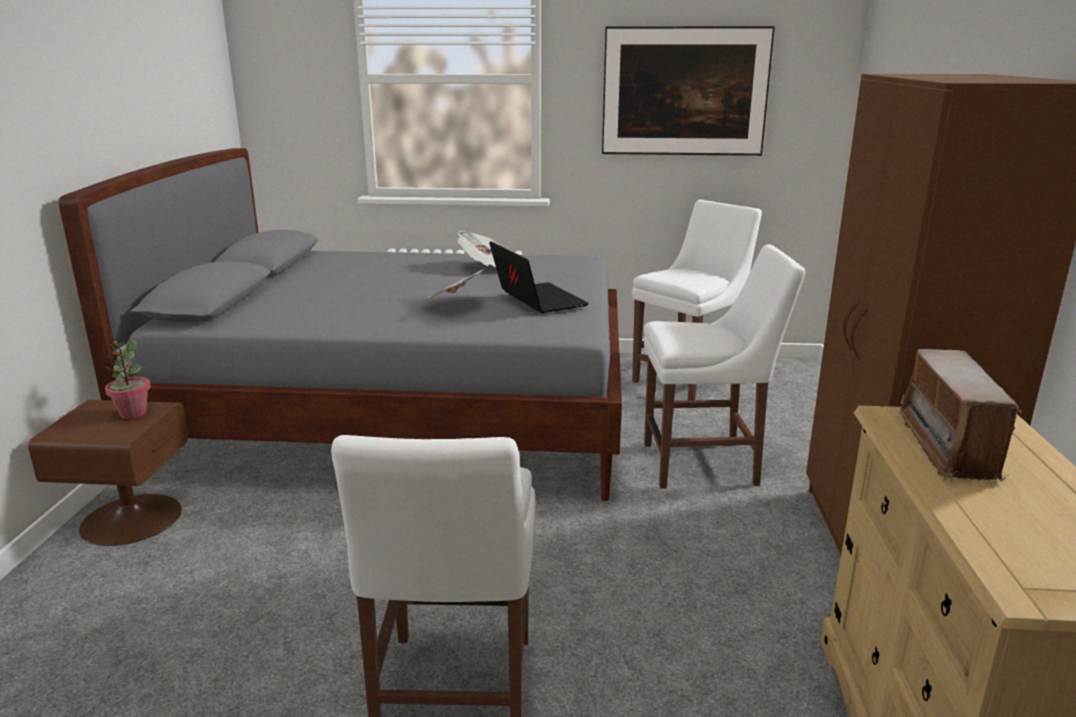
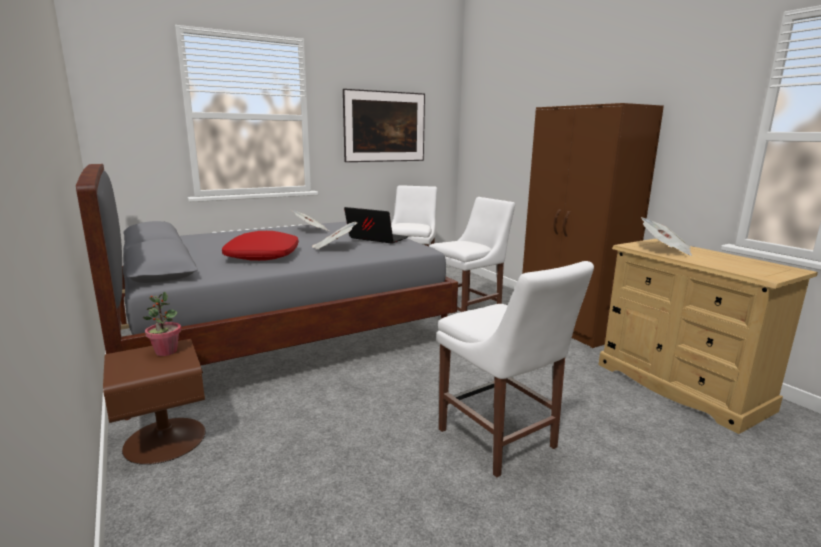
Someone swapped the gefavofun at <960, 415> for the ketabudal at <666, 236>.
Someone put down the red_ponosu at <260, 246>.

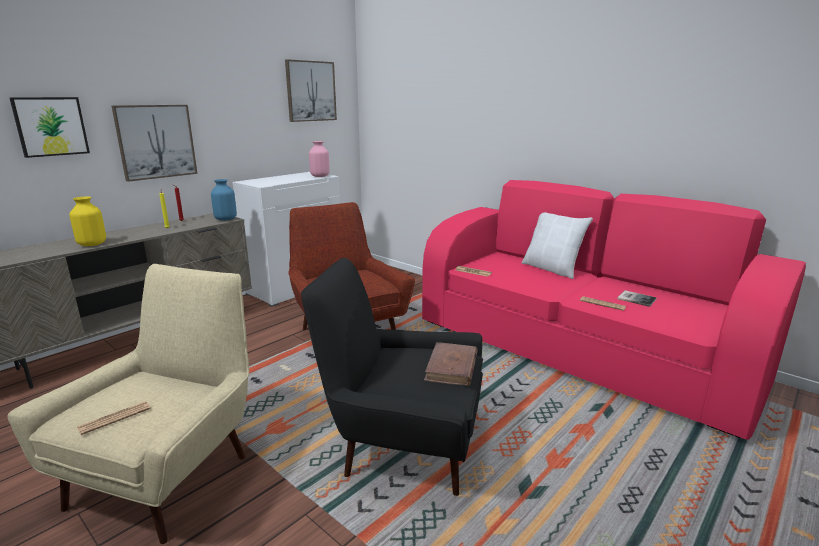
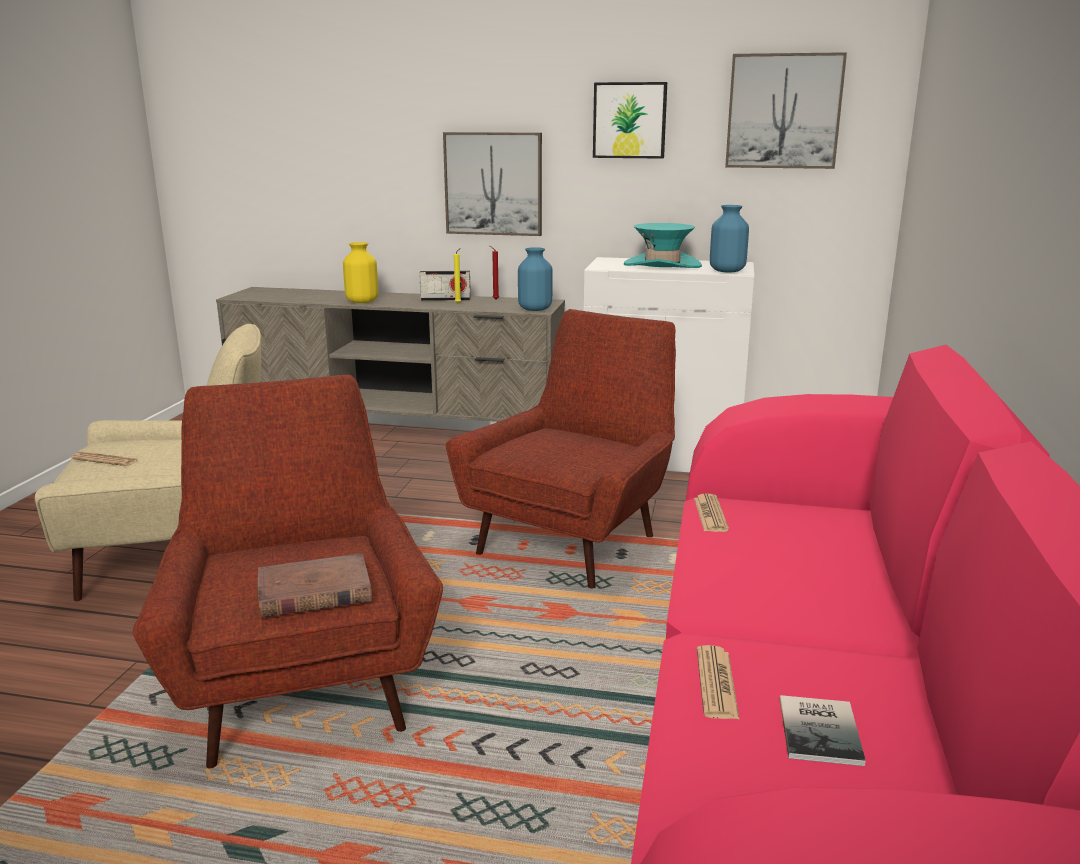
Someone carried the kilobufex from <49, 127> to <630, 120>.
Someone repainted the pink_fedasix at <319, 159>, which became the blue_fedasix at <729, 238>.
Someone took away the white_ponosu at <557, 245>.
Someone repainted the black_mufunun at <392, 377>, which became the red_mufunun at <288, 571>.
Someone put down the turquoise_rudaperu at <663, 245>.
Someone put down the gefavofun at <445, 286>.

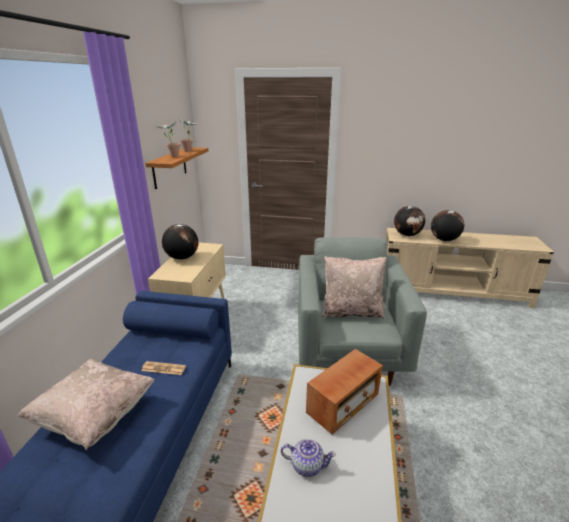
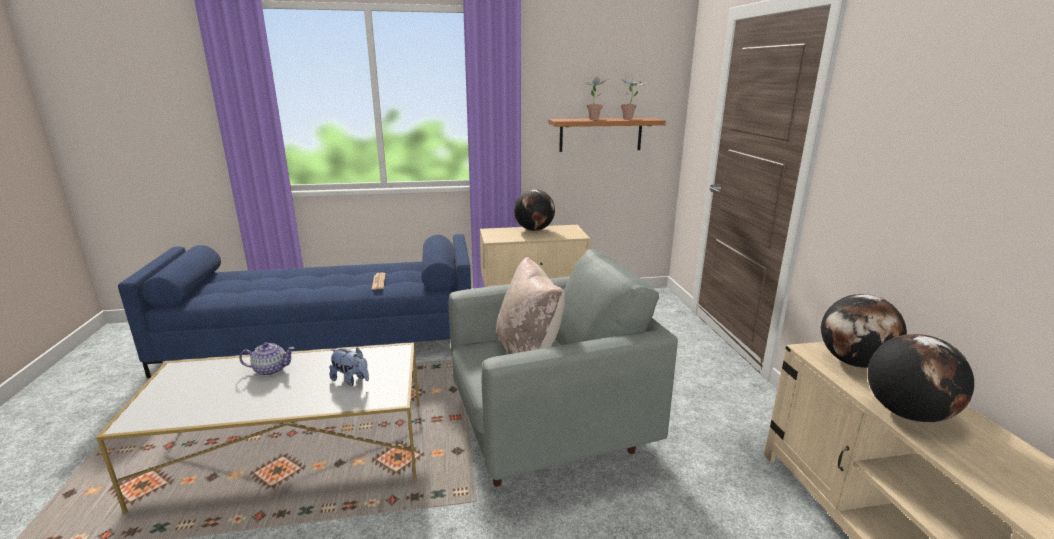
Someone swapped the gefavofun at <344, 392> for the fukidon at <349, 366>.
Someone took away the beige_ponosu at <86, 404>.
Someone rotated the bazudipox at <308, 458> by 90 degrees counterclockwise.

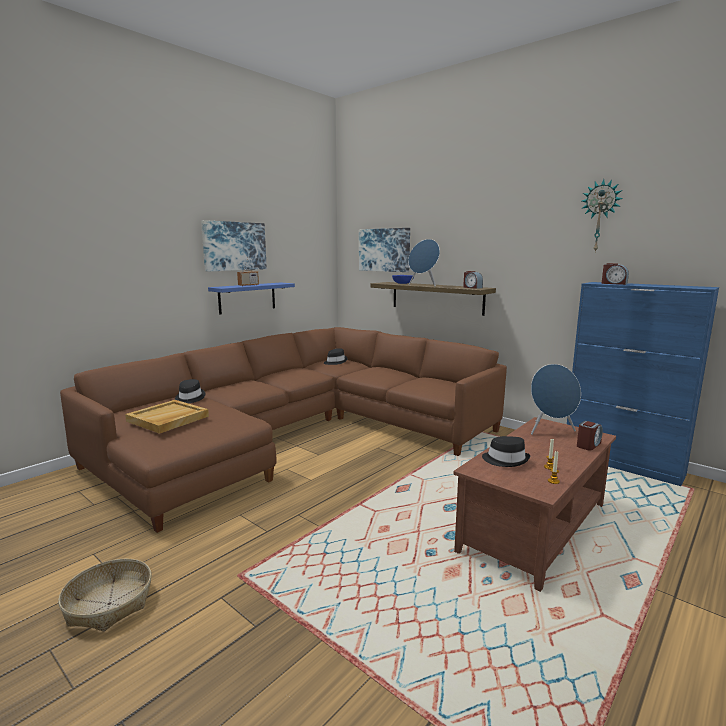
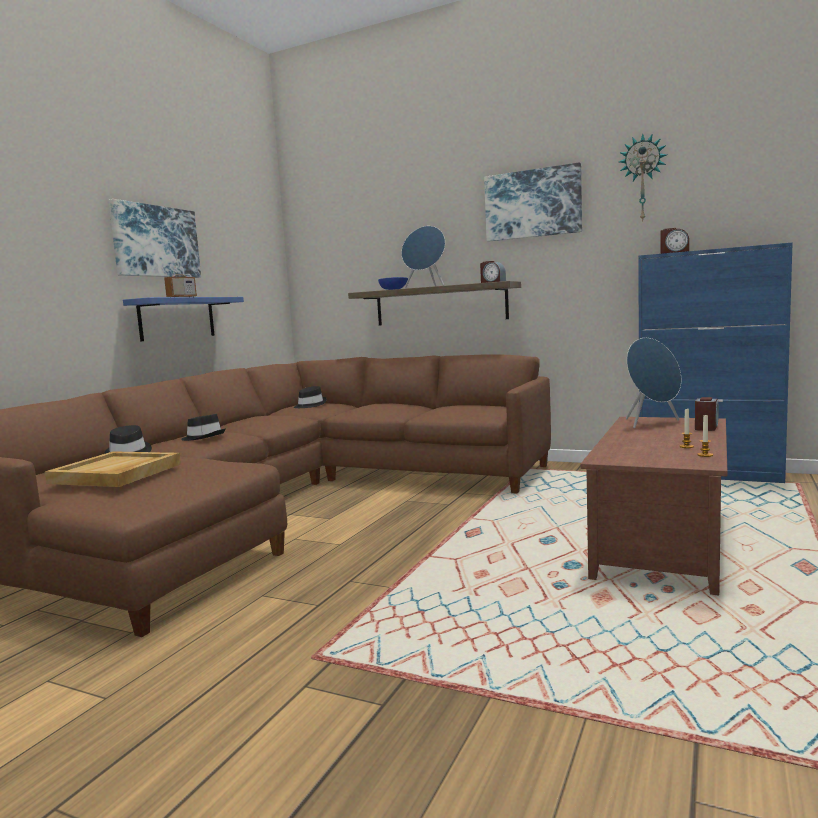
Someone carried the kilobufex from <384, 250> to <533, 202>.
Someone carried the black_rudaperu from <506, 451> to <203, 427>.
Someone took away the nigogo at <105, 595>.

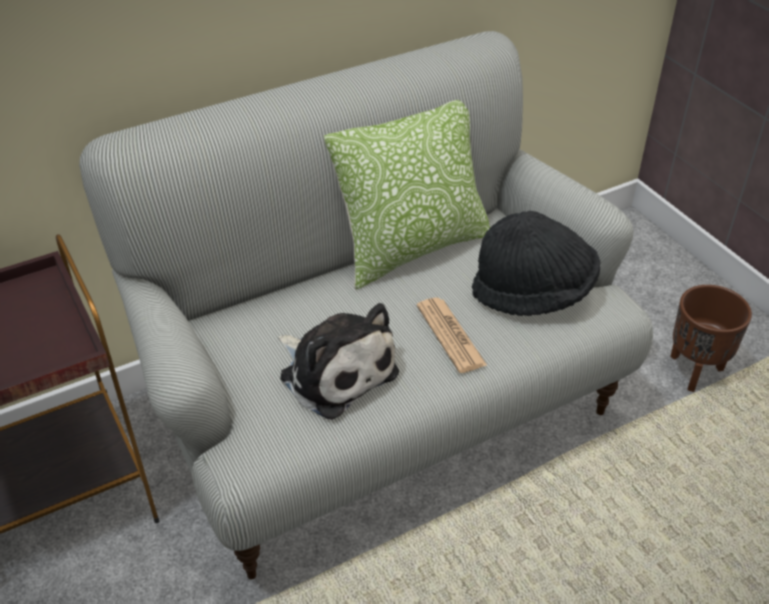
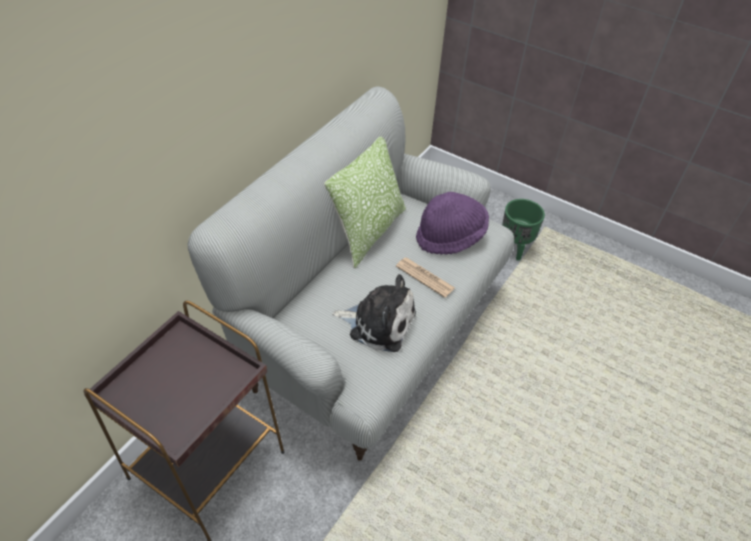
Someone repainted the black_rudaperu at <536, 263>, which became the purple_rudaperu at <452, 223>.
Someone repainted the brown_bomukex at <711, 338>, which became the green_bomukex at <523, 229>.

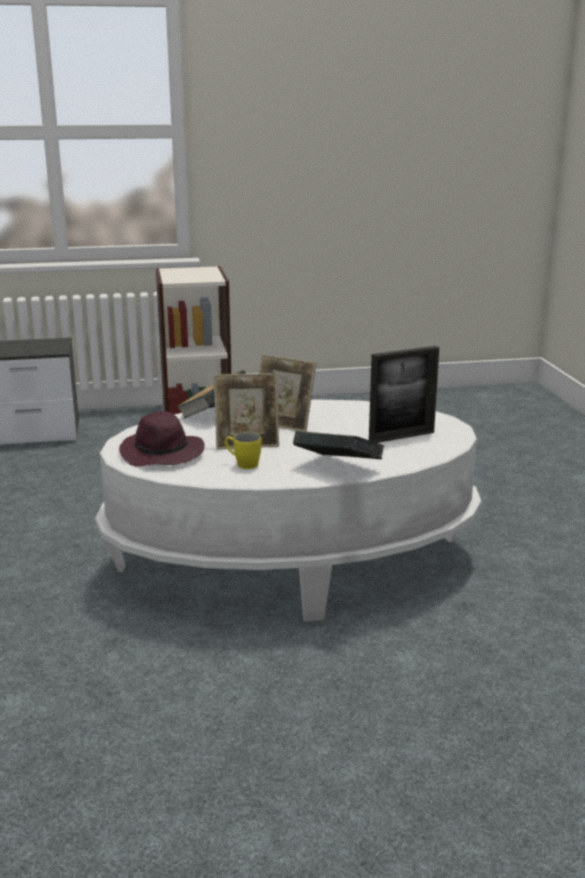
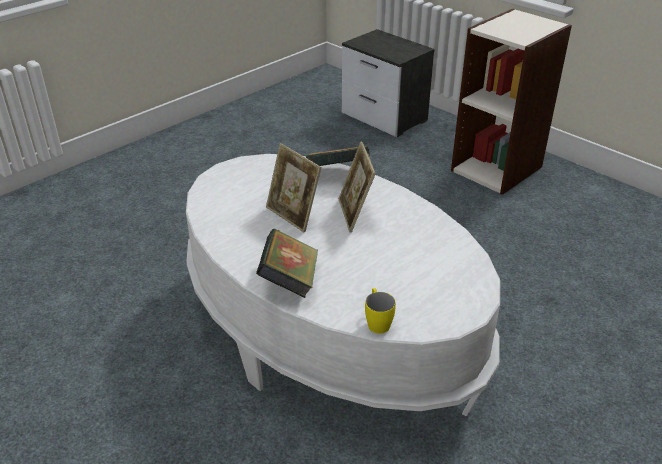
Someone took away the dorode at <404, 394>.
Someone took away the purple_rudaperu at <162, 439>.
Someone carried the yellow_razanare from <243, 450> to <380, 311>.

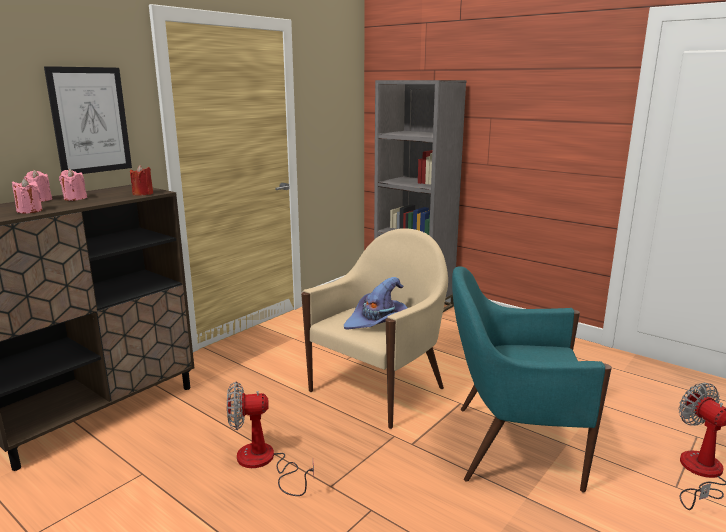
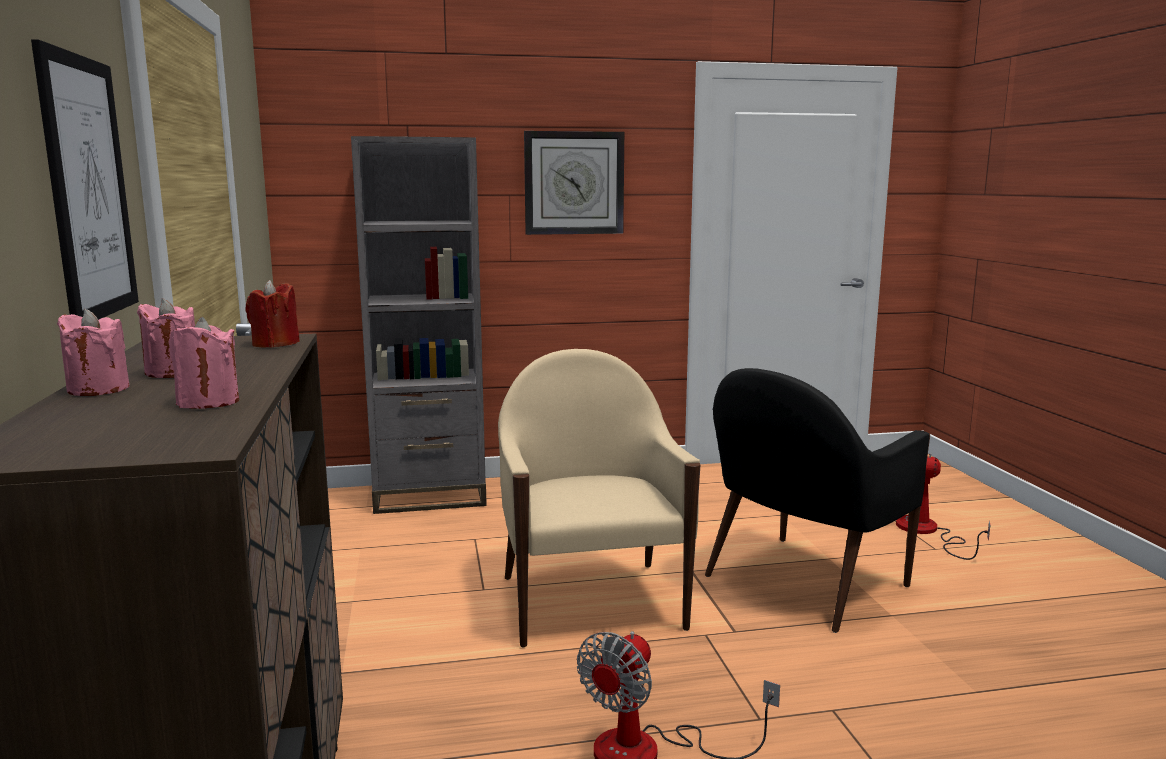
Someone repainted the turquoise_mufunun at <532, 379>, which became the black_mufunun at <817, 500>.
Someone took away the purple_rudaperu at <375, 303>.
Someone put up the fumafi at <574, 183>.

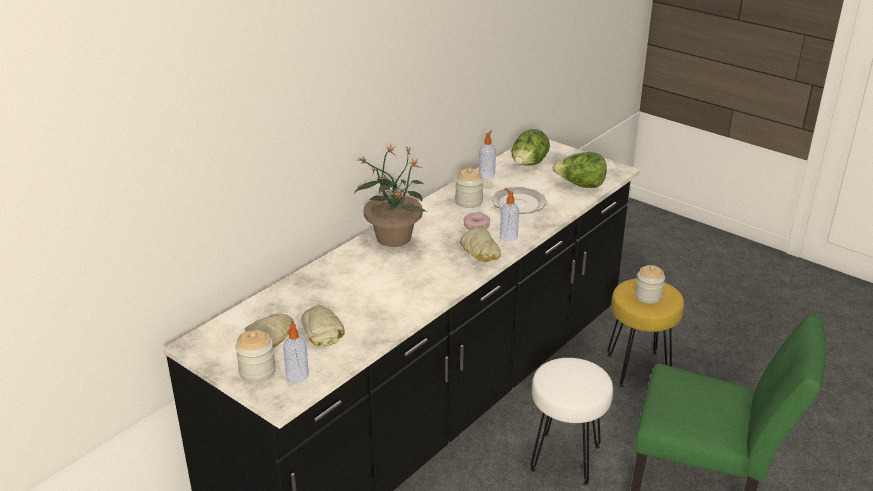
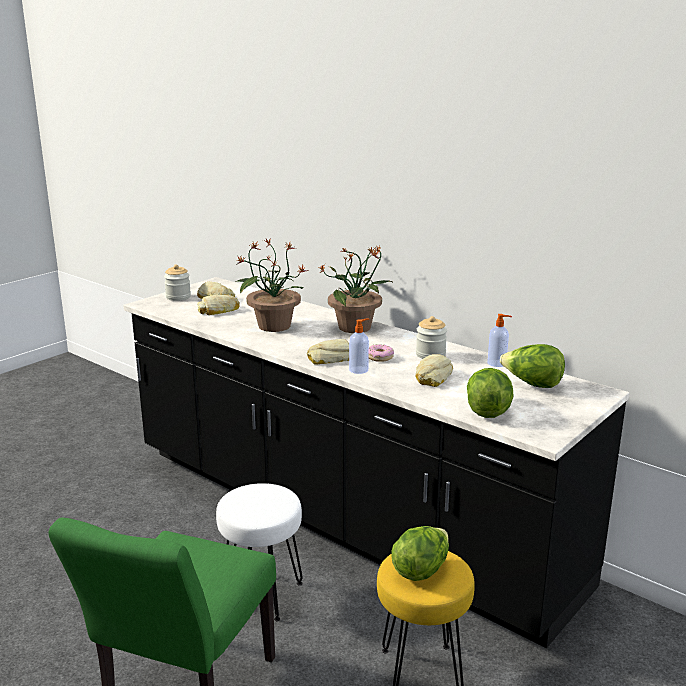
Someone swapped the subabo at <519, 200> for the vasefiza at <434, 370>.
Someone swapped the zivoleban at <650, 284> for the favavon at <420, 553>.
Someone took away the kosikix at <296, 353>.
Someone put down the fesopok at <272, 285>.

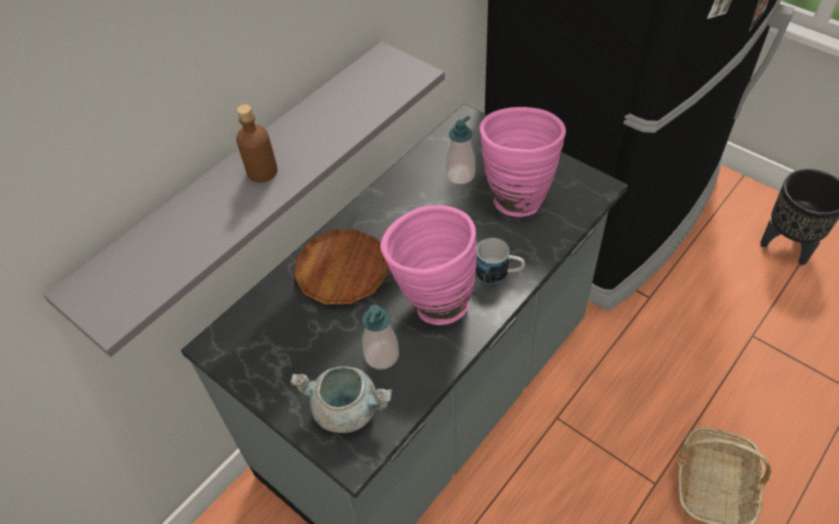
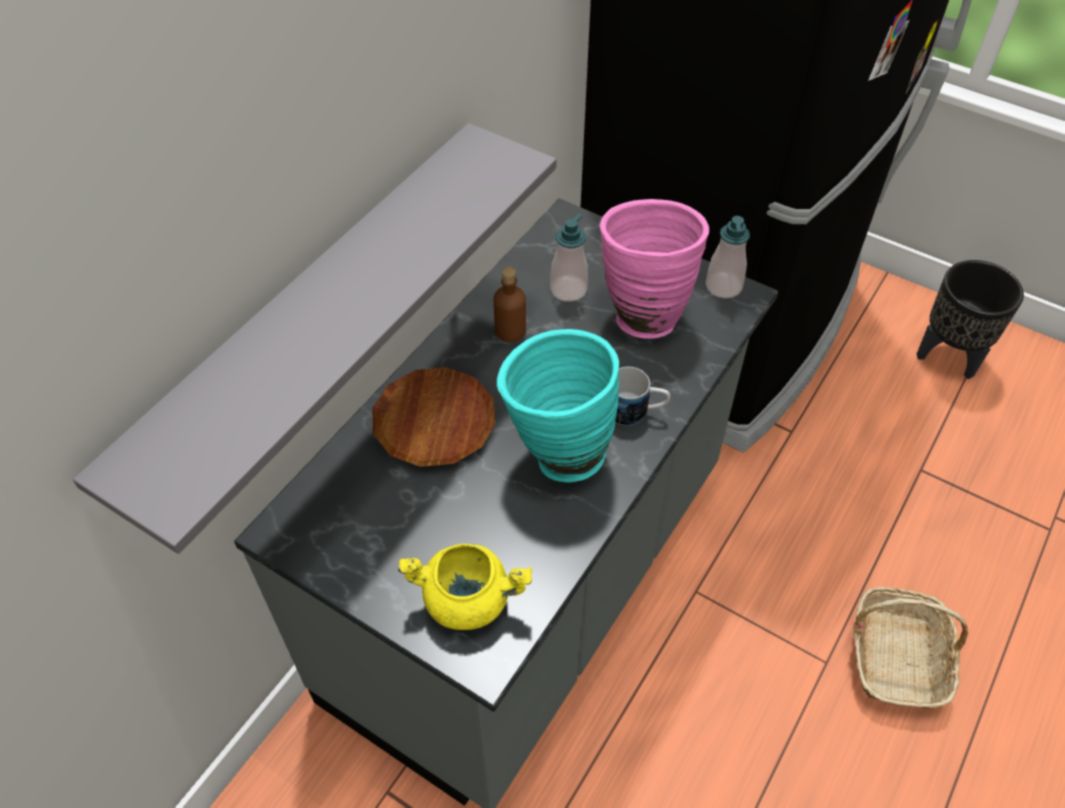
Someone carried the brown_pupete from <257, 143> to <510, 304>.
Someone repainted the pink_fedasix at <428, 265>, which became the turquoise_fedasix at <558, 405>.
Someone carried the kosikix from <380, 337> to <727, 257>.
Someone repainted the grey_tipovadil at <341, 399>, which became the yellow_tipovadil at <465, 587>.

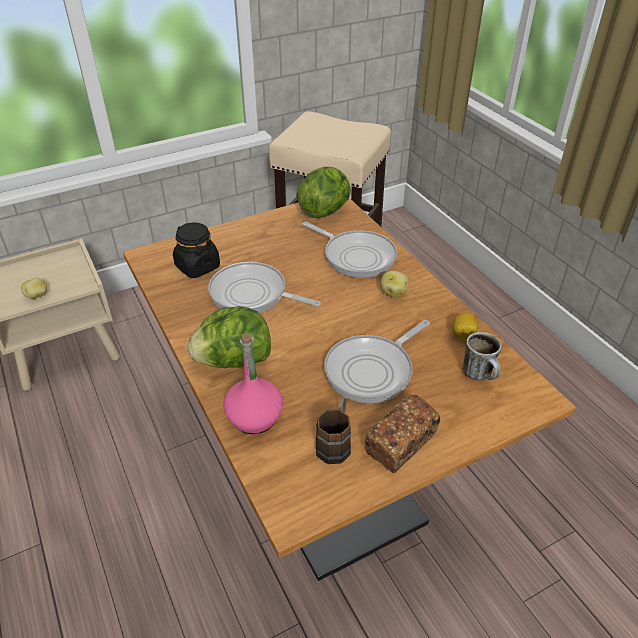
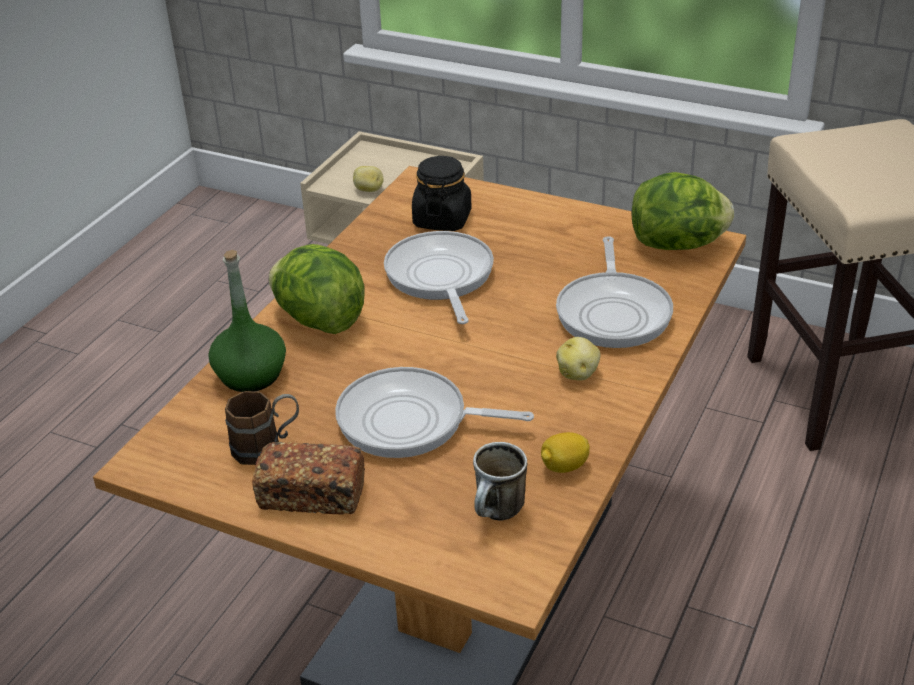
Someone repainted the pink_pupete at <253, 383>, which became the green_pupete at <247, 321>.

